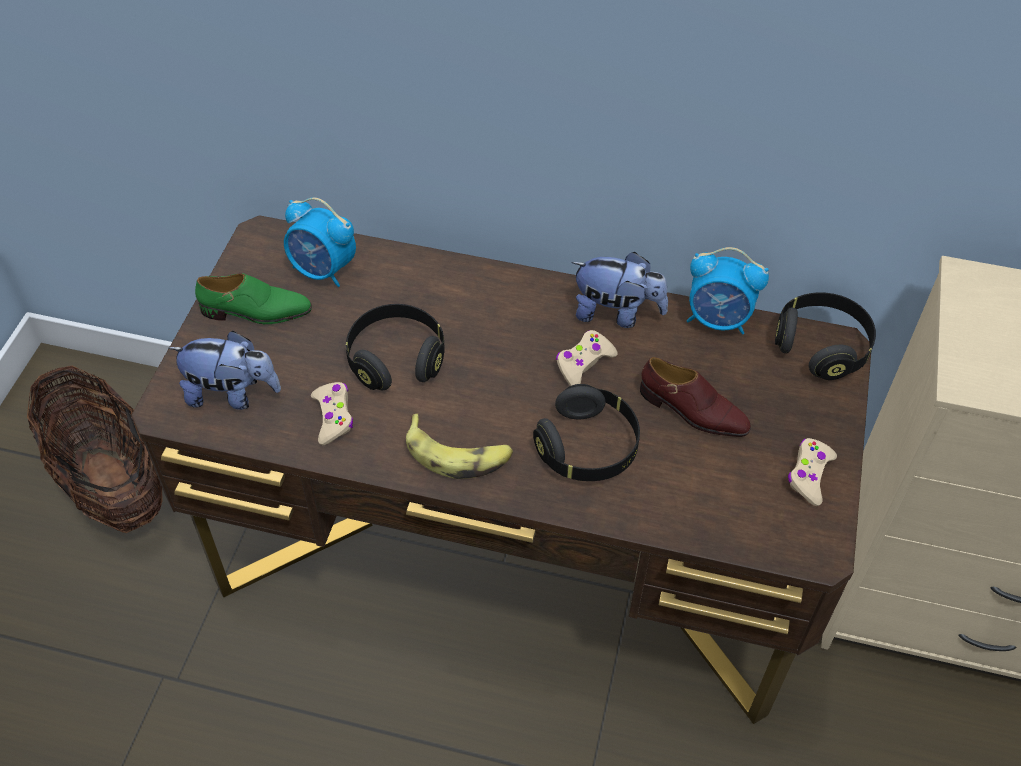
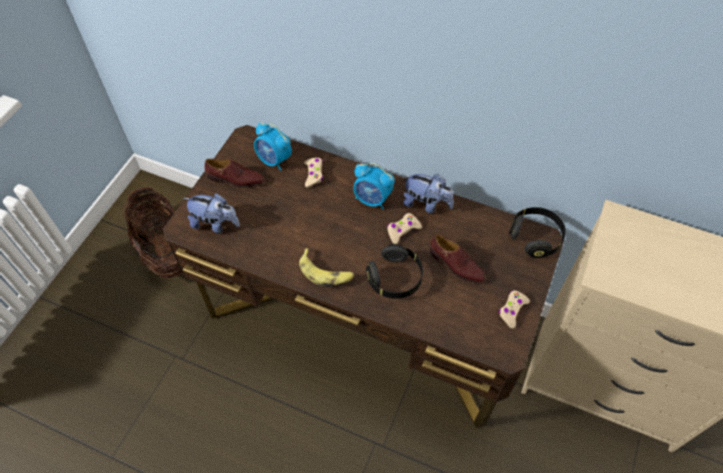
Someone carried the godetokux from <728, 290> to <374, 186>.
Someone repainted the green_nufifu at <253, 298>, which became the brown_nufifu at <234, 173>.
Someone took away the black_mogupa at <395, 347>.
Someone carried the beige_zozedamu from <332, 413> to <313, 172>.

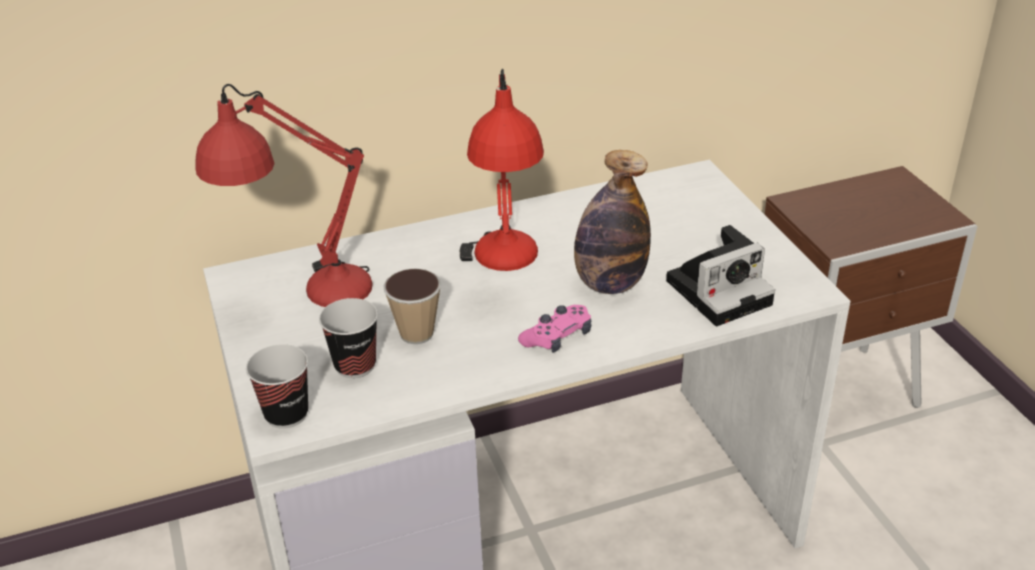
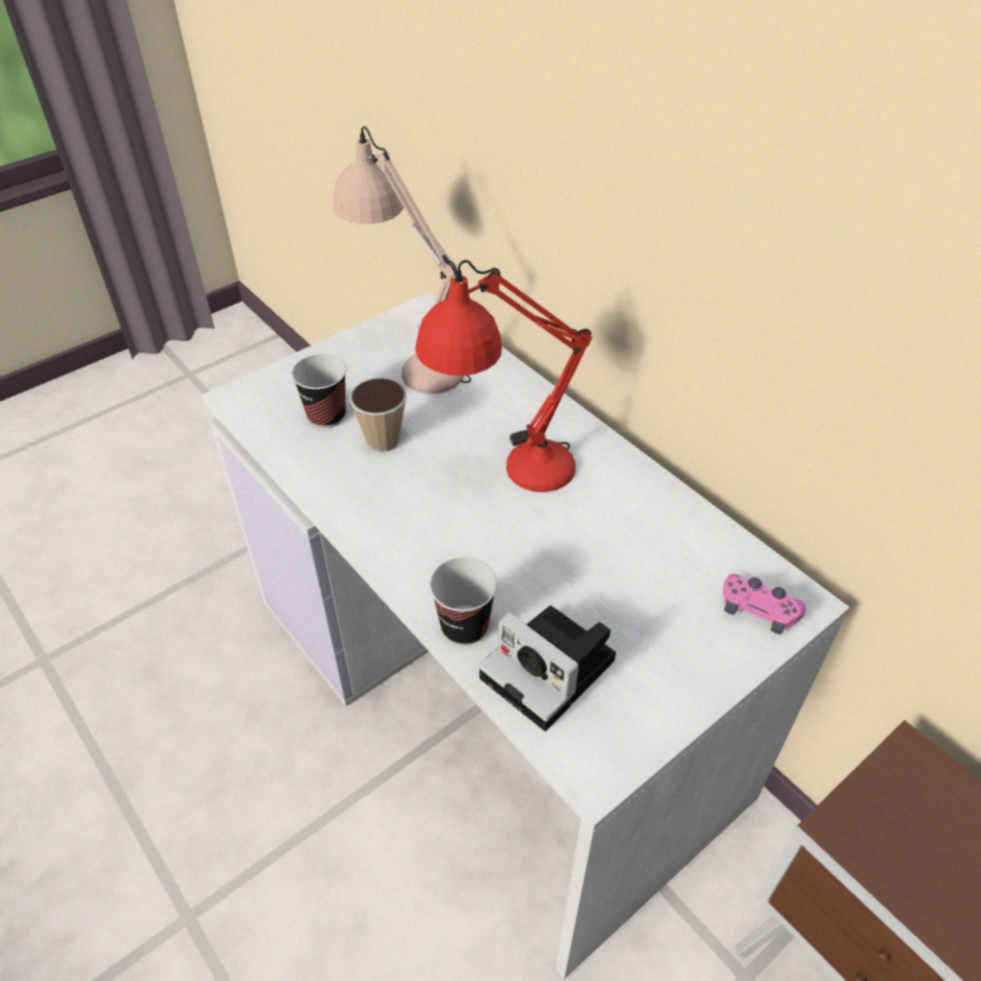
Someone repainted the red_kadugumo at <284, 195>, which became the beige_kadugumo at <401, 260>.
Someone took away the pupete at <612, 222>.
Someone carried the pink_zozedamu from <554, 329> to <764, 604>.
Someone carried the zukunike from <277, 386> to <463, 601>.

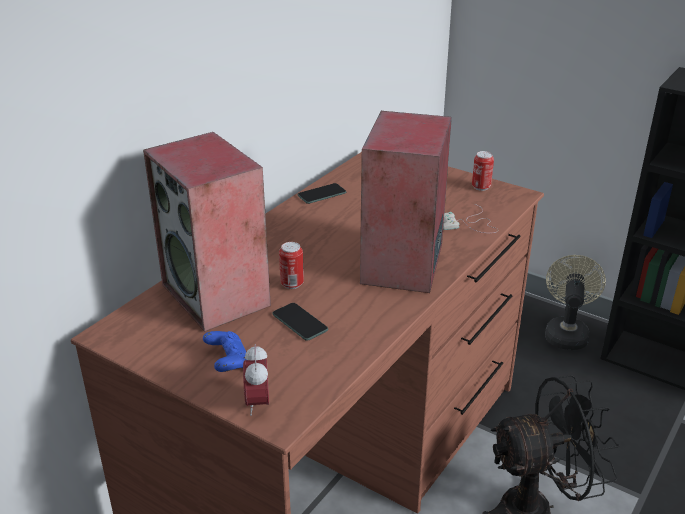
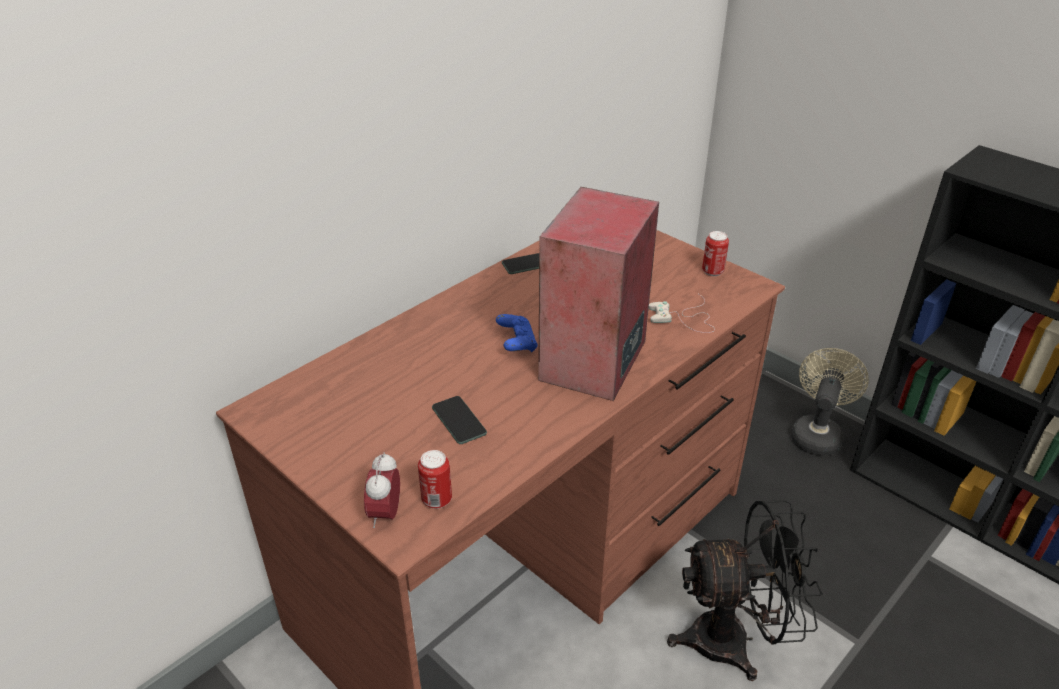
Someone took away the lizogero at <207, 232>.
Someone carried the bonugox from <291, 265> to <435, 479>.
Someone carried the blue_zozedamu from <224, 351> to <517, 333>.

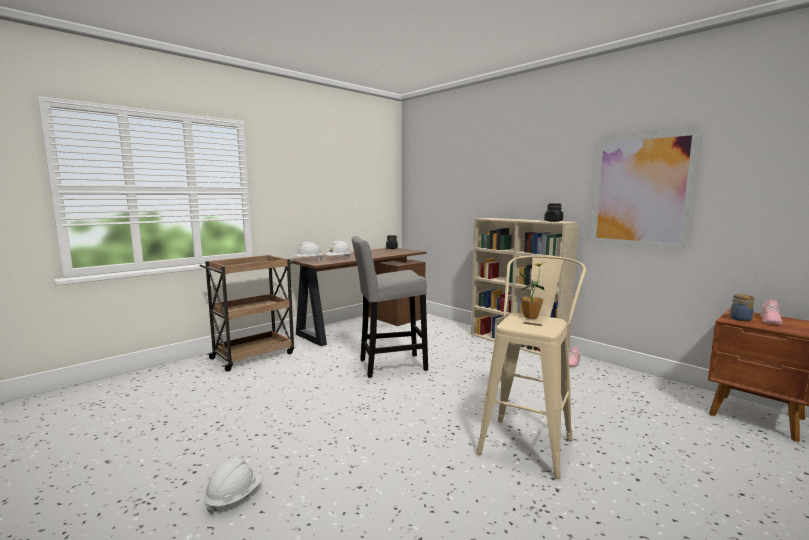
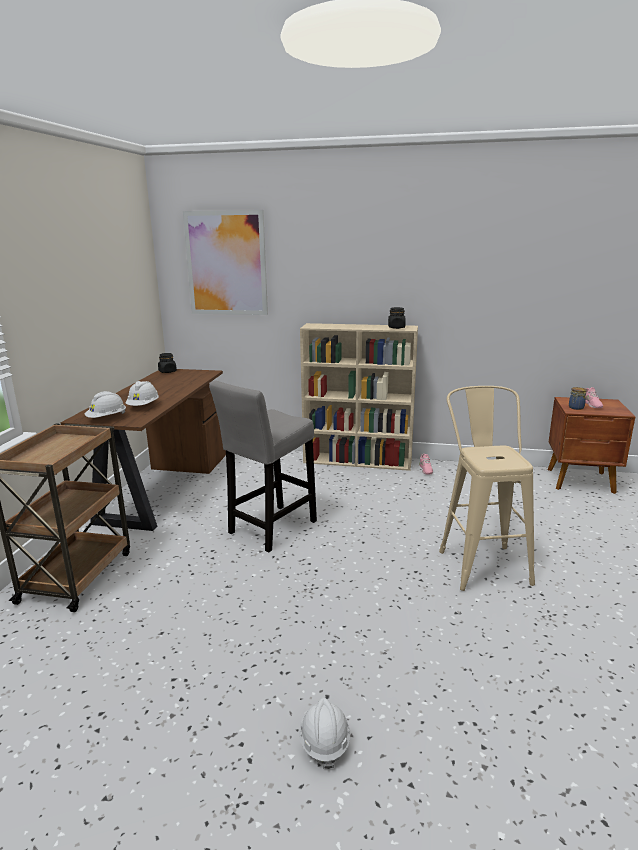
Someone carried the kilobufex from <645, 189> to <225, 262>.
Someone took away the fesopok at <533, 290>.

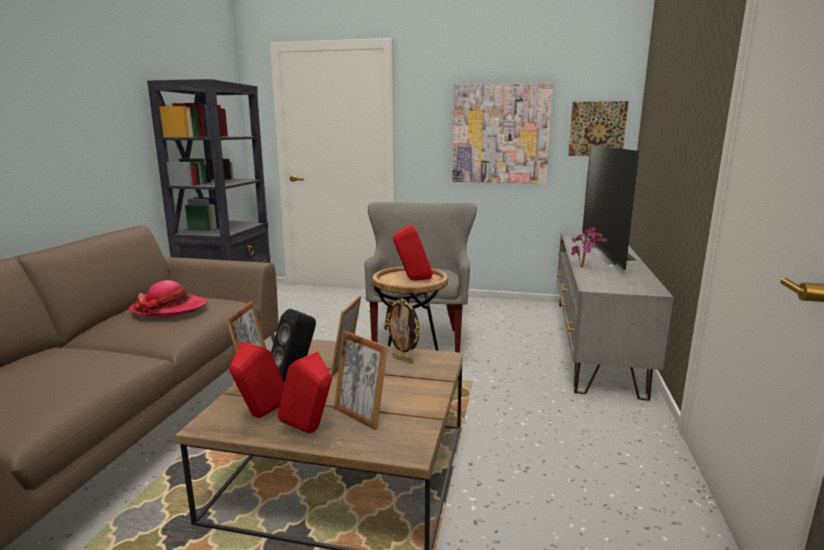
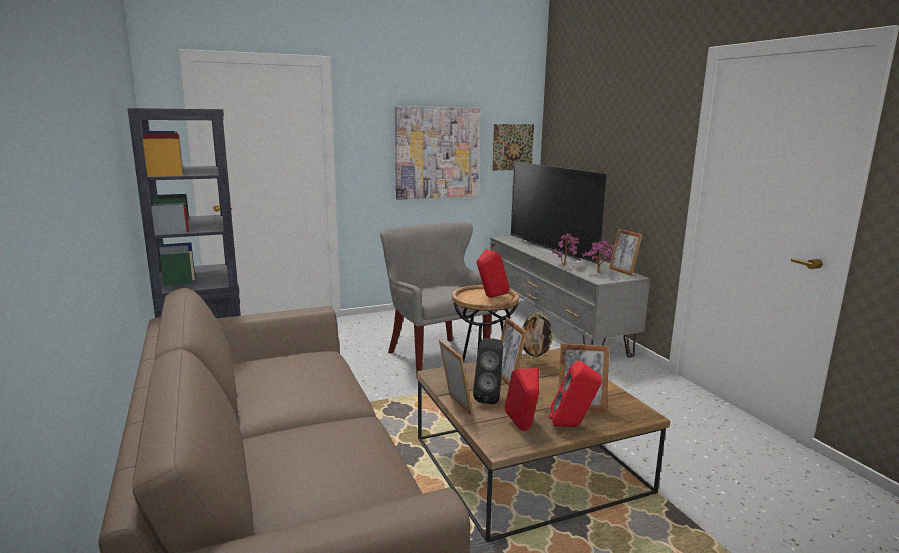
Someone took away the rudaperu at <167, 298>.
Someone put down the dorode at <626, 252>.
Someone put down the fesopok at <598, 256>.

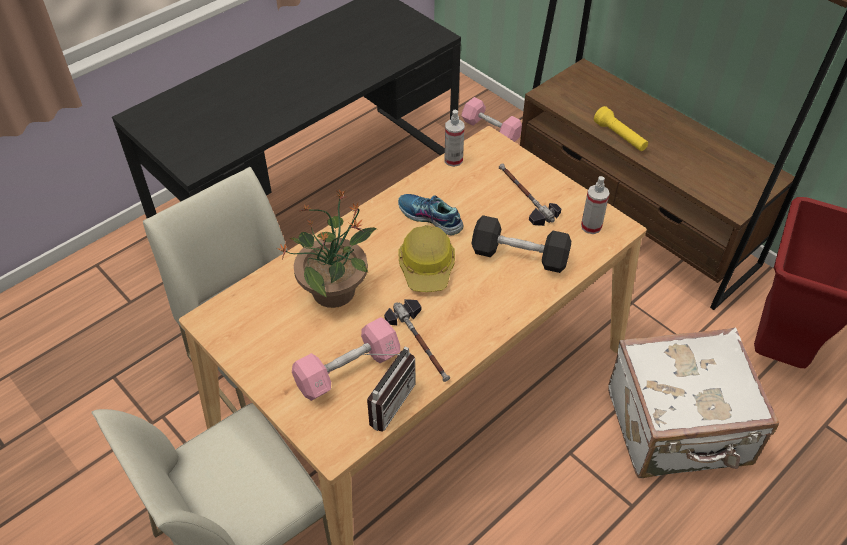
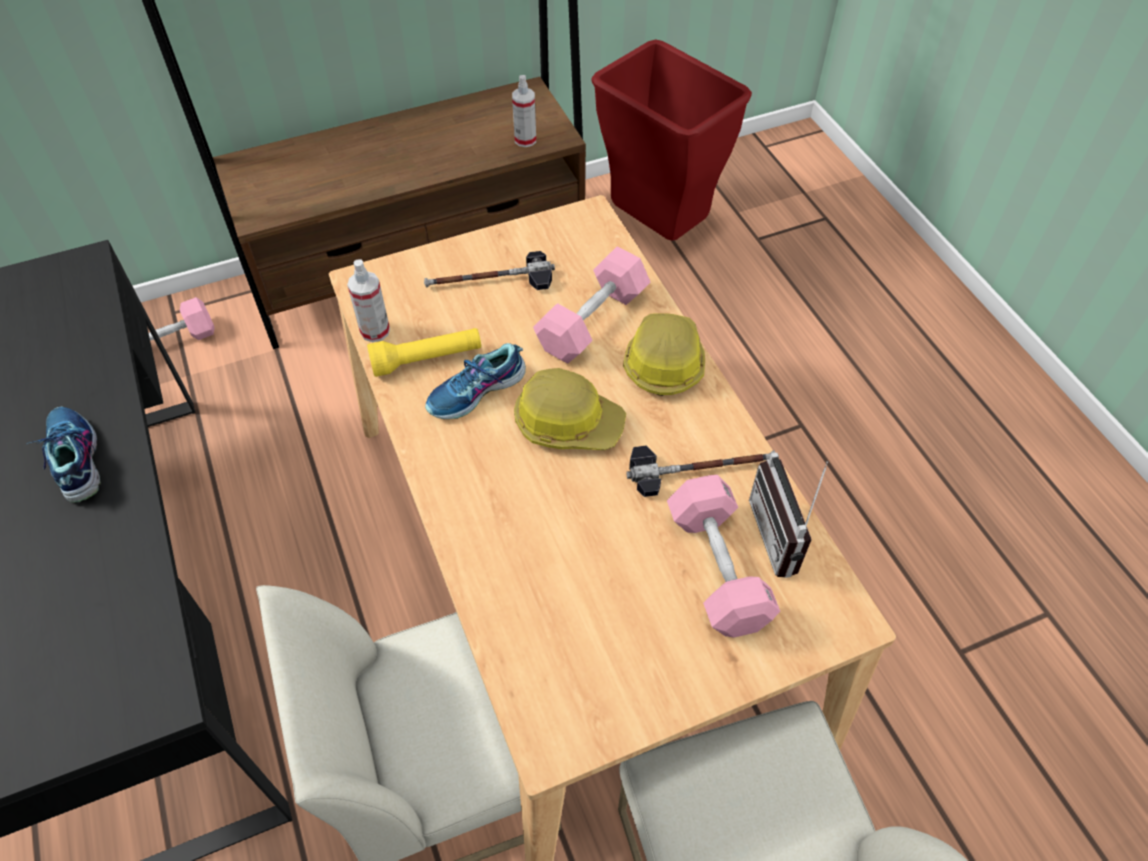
Someone carried the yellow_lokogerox from <621, 128> to <424, 352>.
Someone carried the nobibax from <595, 205> to <524, 111>.
Someone took away the fesopok at <326, 249>.
Someone repainted the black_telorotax at <521, 244>, which became the pink_telorotax at <591, 305>.
Someone took away the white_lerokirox at <693, 402>.
Someone rotated the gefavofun at <389, 389> by 150 degrees counterclockwise.
Someone put down the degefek at <664, 354>.
Someone put down the nufifu at <64, 455>.

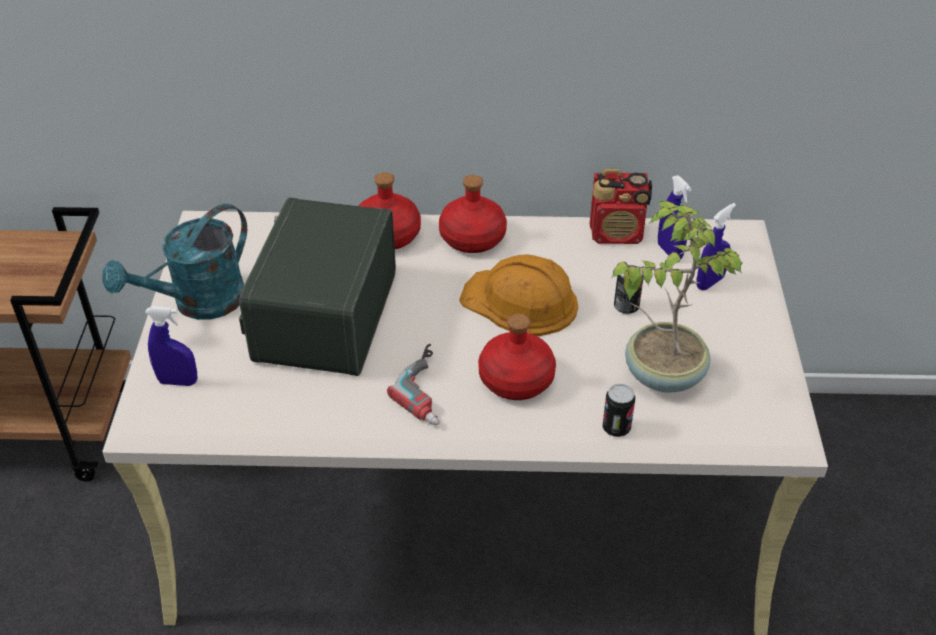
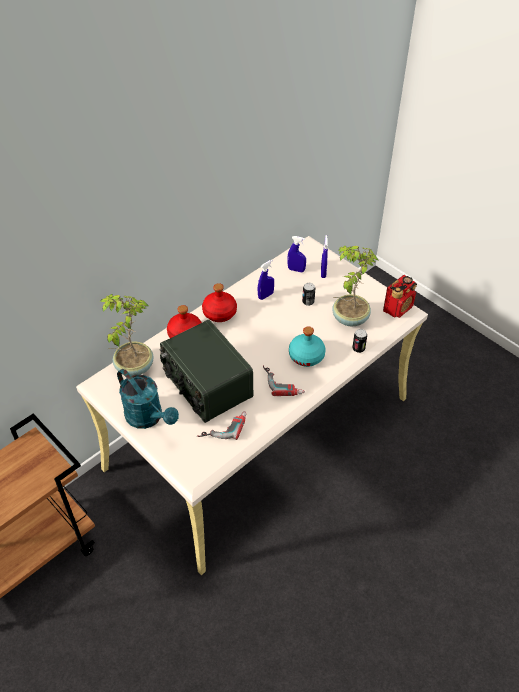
Someone carried the gefavofun from <621, 206> to <400, 296>.
Someone rotated the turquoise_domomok at <174, 262> by 45 degrees counterclockwise.
Someone took away the orange_degefek at <518, 295>.
Someone carried the blue_nobibax from <171, 346> to <265, 280>.
Someone repainted the red_pupete at <517, 356>, which became the turquoise_pupete at <307, 346>.
Someone put down the fesopok at <126, 335>.
Someone put down the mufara at <221, 425>.

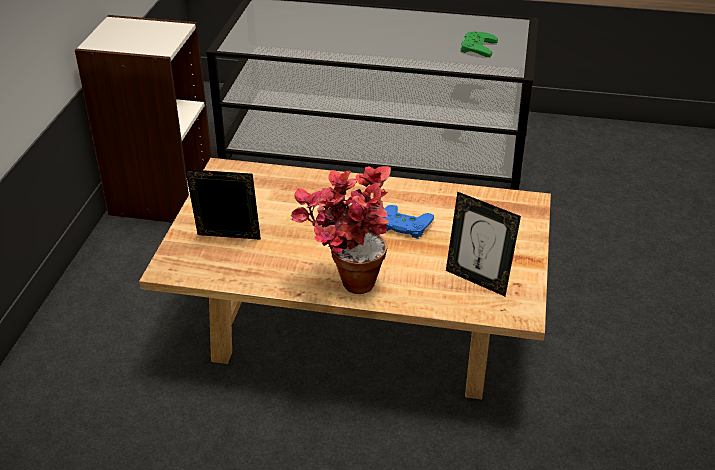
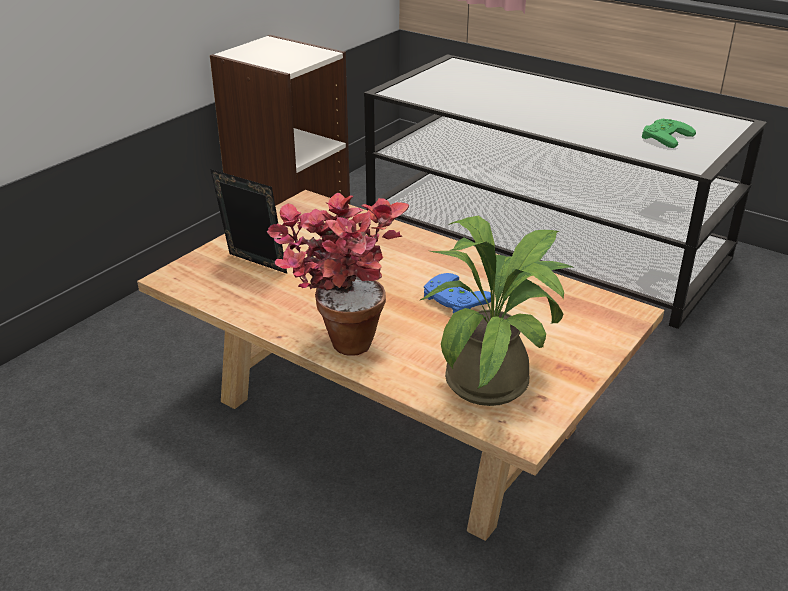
Someone swapped the dorode at <483, 244> for the fesopok at <496, 311>.

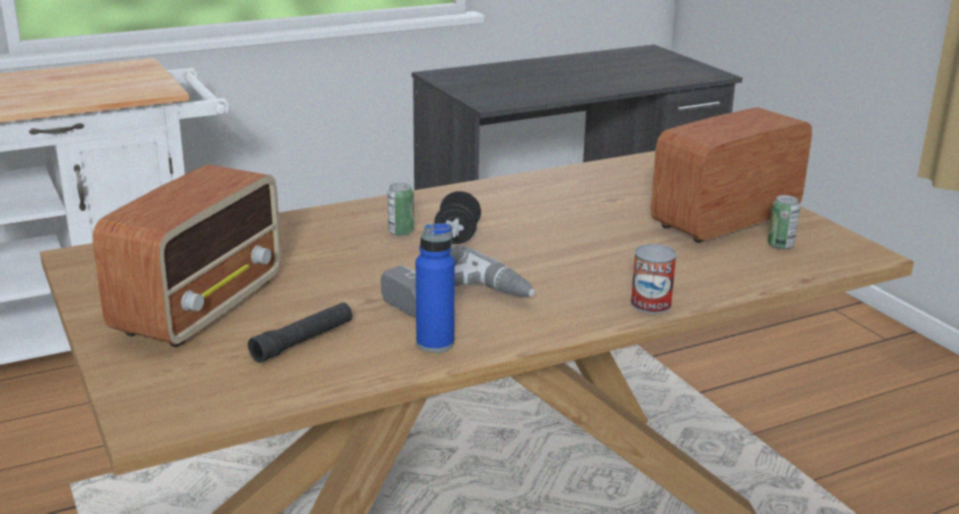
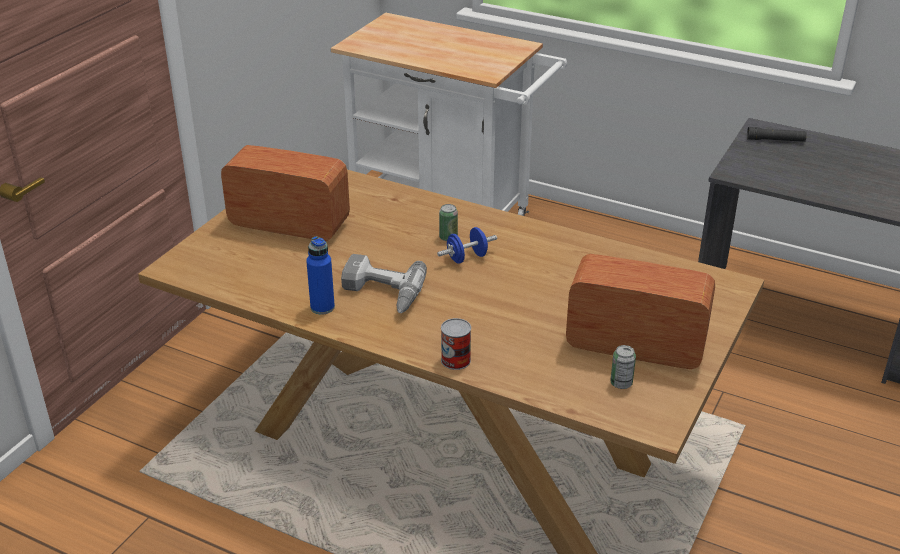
Someone rotated the gefavofun at <187, 256> by 150 degrees counterclockwise.
Someone repainted the black_telorotax at <457, 217>, which became the blue_telorotax at <467, 245>.
Someone carried the black_lokogerox from <300, 332> to <777, 134>.

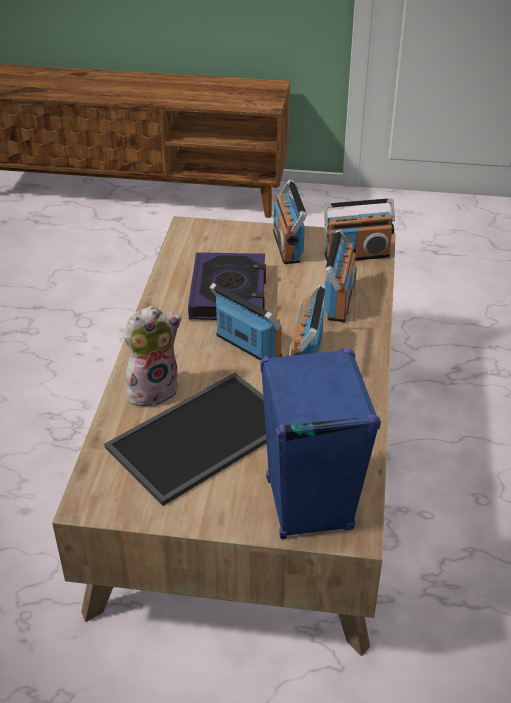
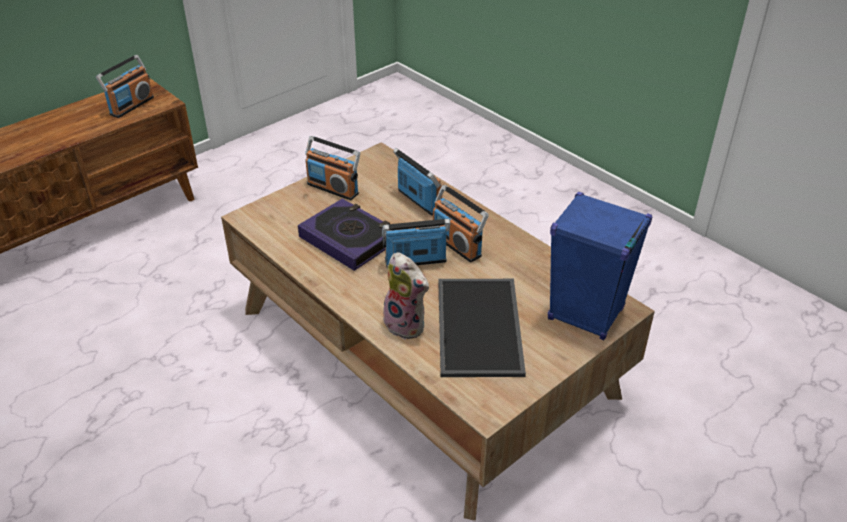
Someone carried the gefavofun from <359, 229> to <125, 86>.
Someone rotated the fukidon at <153, 356> by 120 degrees clockwise.

